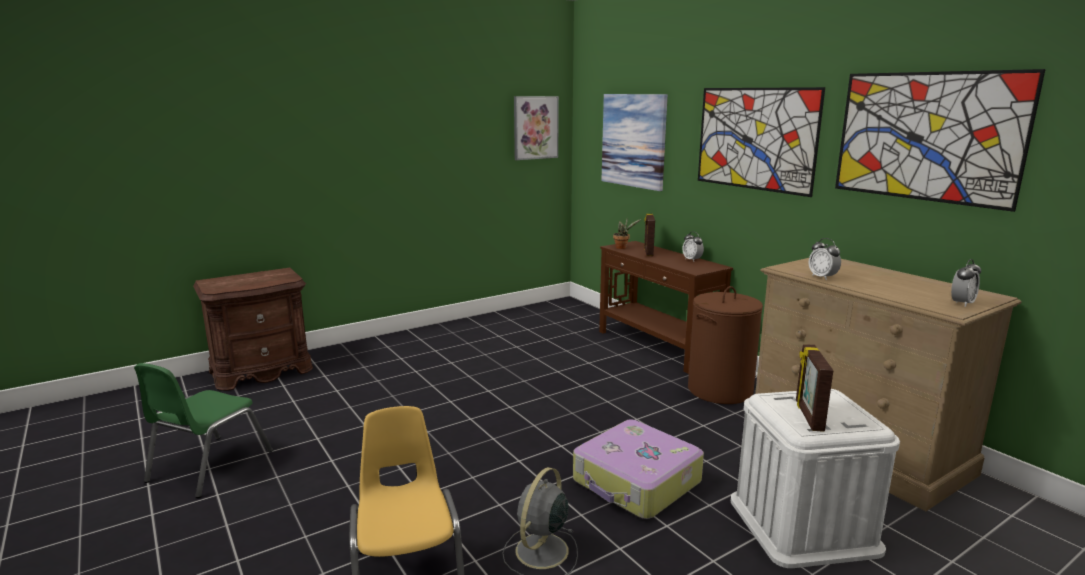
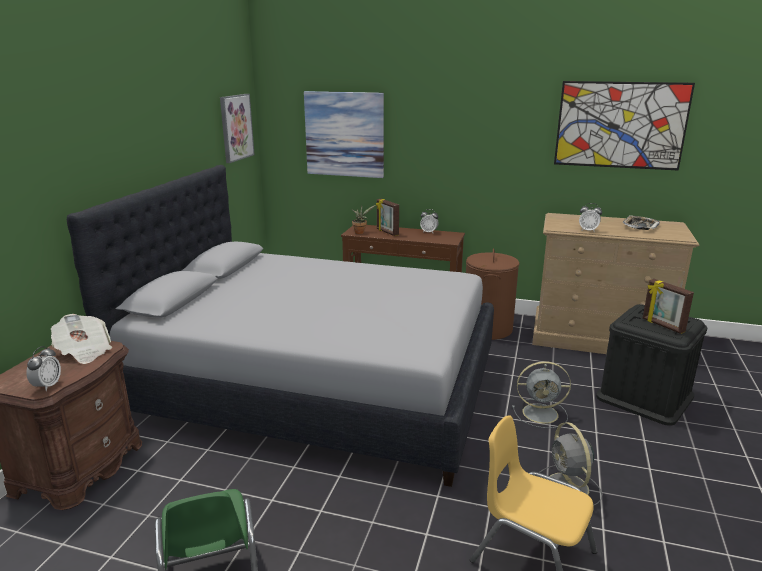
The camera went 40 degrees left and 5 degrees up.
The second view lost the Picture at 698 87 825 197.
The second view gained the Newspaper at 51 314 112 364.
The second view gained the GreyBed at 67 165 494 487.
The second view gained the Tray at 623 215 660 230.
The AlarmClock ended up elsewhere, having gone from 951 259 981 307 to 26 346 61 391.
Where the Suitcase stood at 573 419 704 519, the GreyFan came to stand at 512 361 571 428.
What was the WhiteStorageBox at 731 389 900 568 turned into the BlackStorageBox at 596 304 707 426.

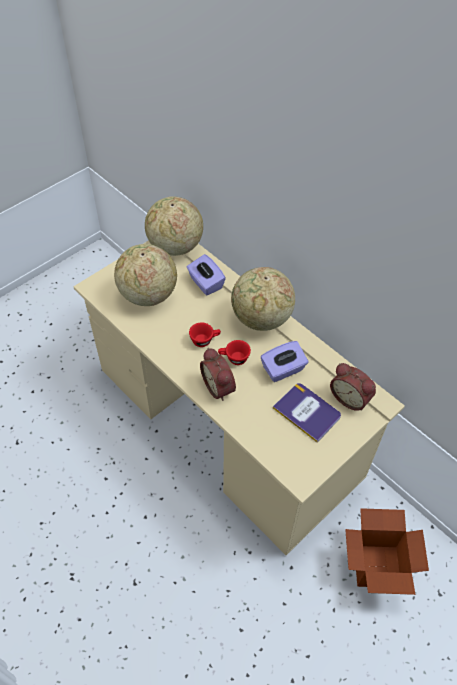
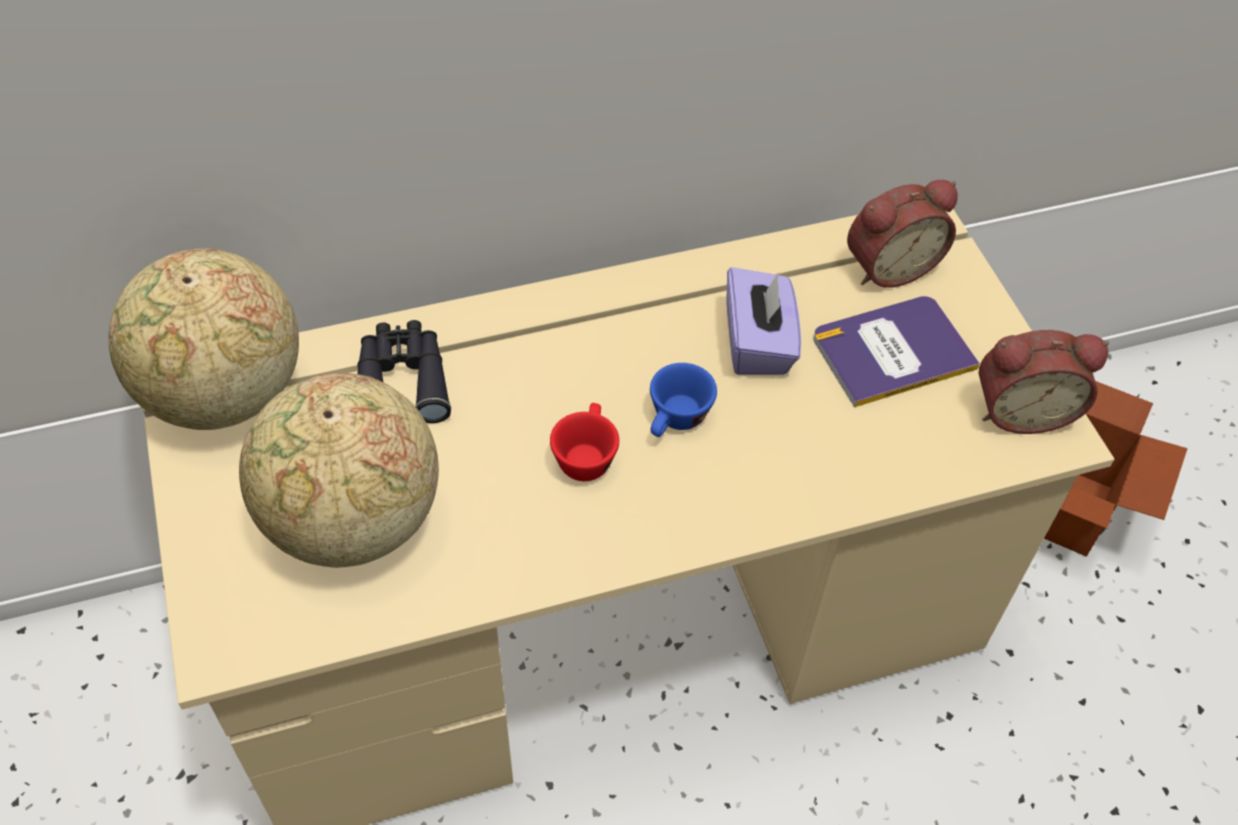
The camera went 65 degrees left and 0 degrees up.
The second view lost the Globe at 231 267 295 331.
The AlarmClock ended up elsewhere, having gone from 200 348 236 401 to 979 330 1109 434.
Where the PurpleTissueBox stood at 187 254 226 295, the BlackBinoculars came to stand at 357 320 451 423.
What was the RedCup at 218 340 251 365 turned into the BlueCup at 650 363 717 437.

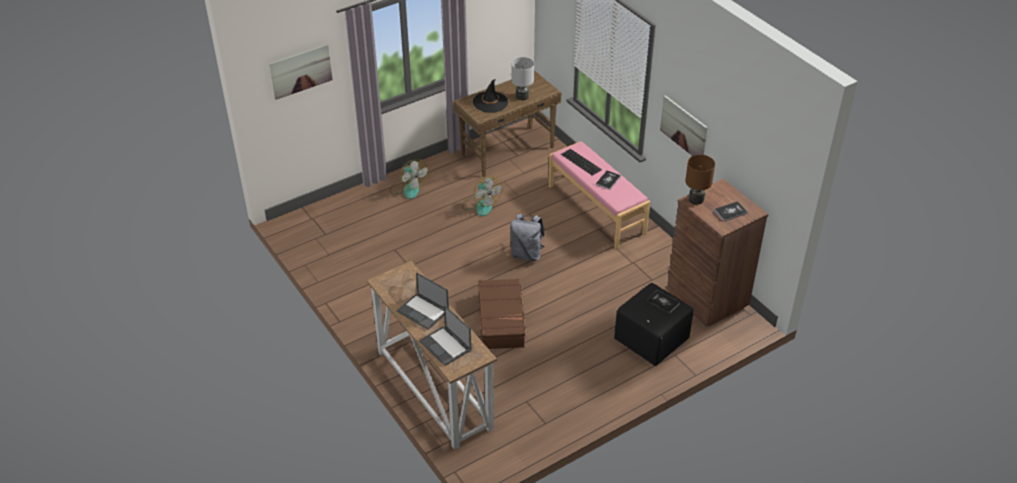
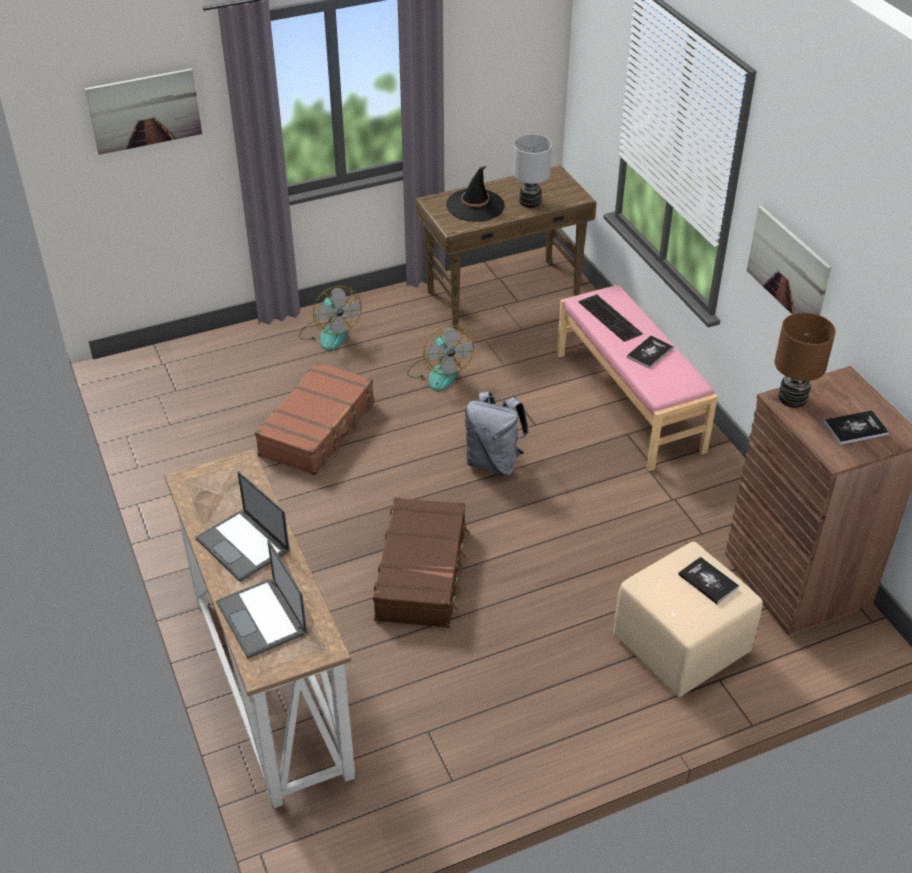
The camera went 10 degrees right and 0 degrees up.
The second view gained the BrownSuitcase at 255 362 374 475.
What was the BlackOttoman at 614 283 693 366 turned into the BeigeOttoman at 613 542 763 697.

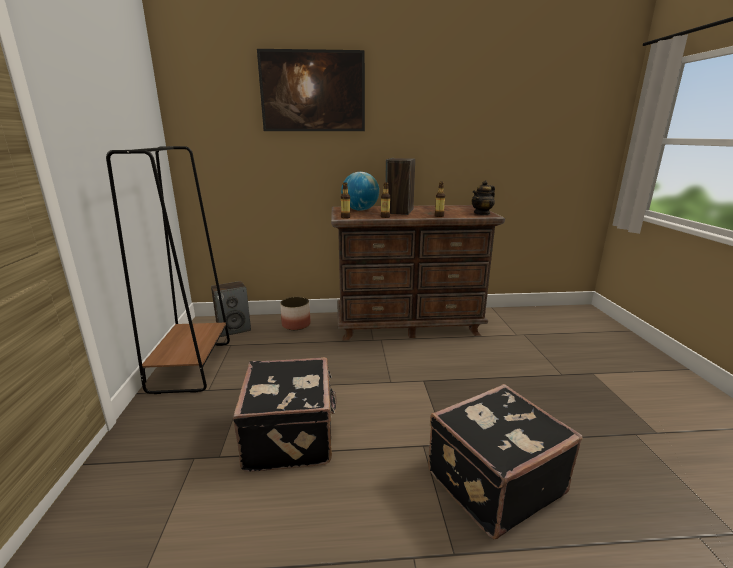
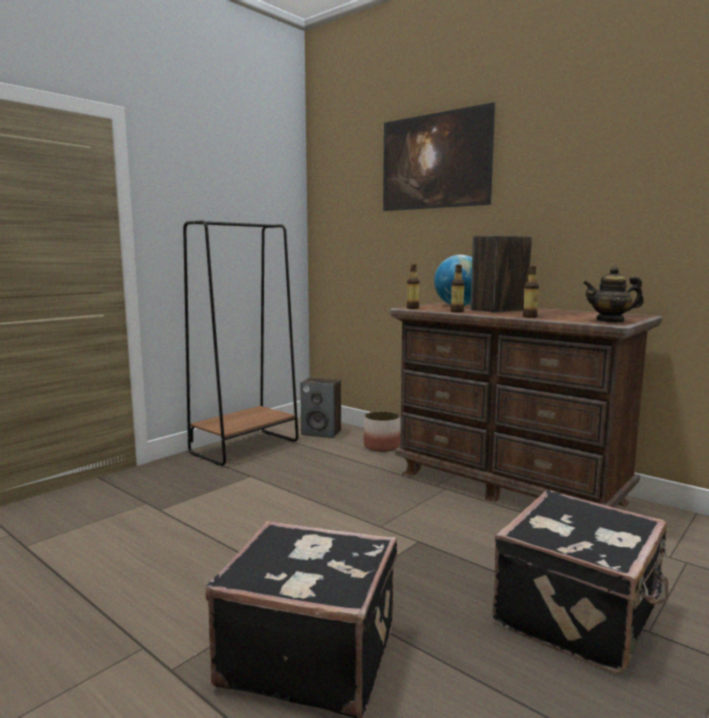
The camera went 45 degrees right and 10 degrees down.
The BlackSuitcase ended up elsewhere, having gone from 233 357 337 472 to 493 490 669 673.

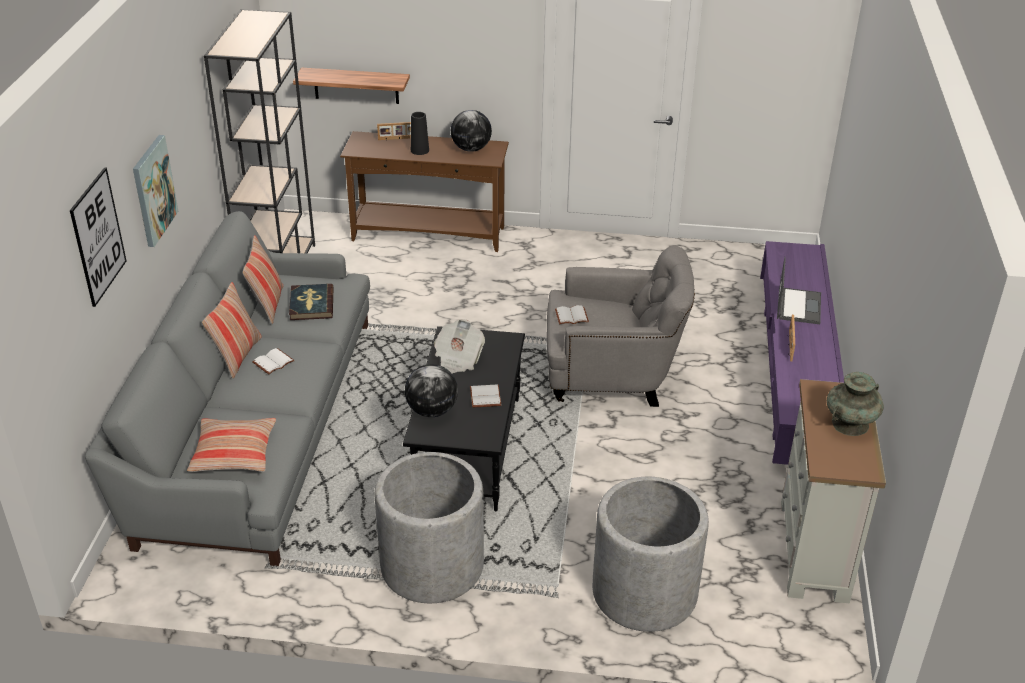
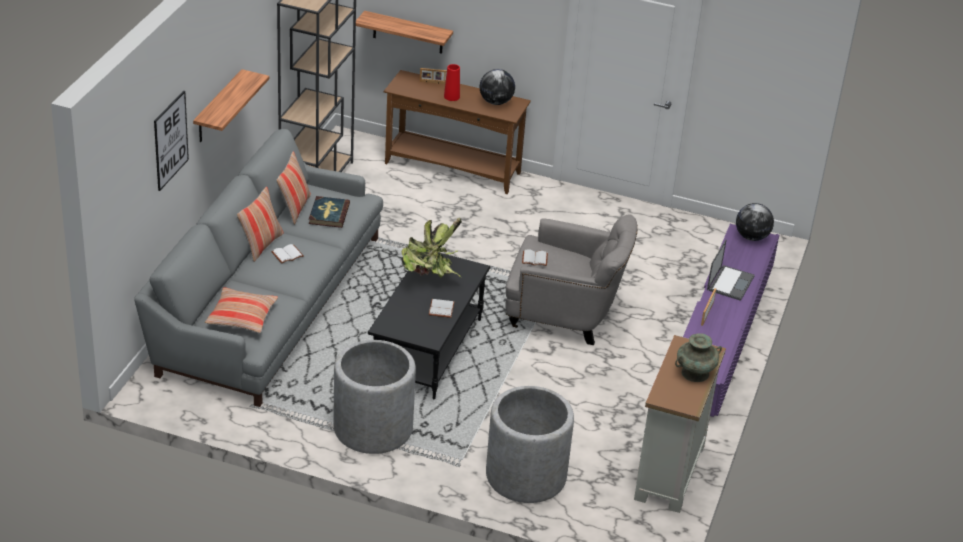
The camera went 10 degrees right and 0 degrees up.
The Globe ended up elsewhere, having gone from 405 364 458 417 to 736 203 774 241.
Where the Picture hung at 133 135 178 247, the Shelf came to hang at 193 69 269 142.
Where the Newspaper stood at 434 319 485 373, the PottedPlant came to stand at 401 218 462 278.
What was the BlackVase at 411 112 429 155 turned into the RedVase at 444 64 460 101.

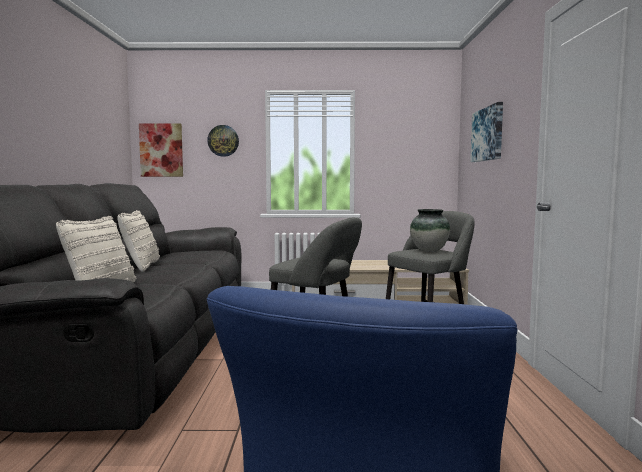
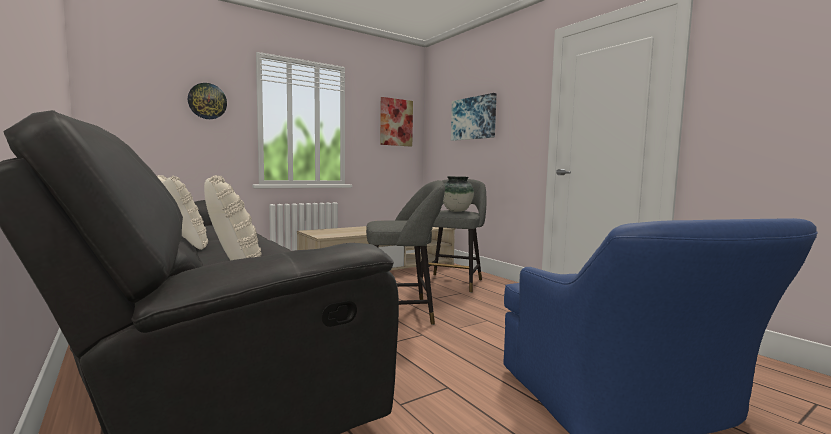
The camera went 35 degrees left and 0 degrees up.
The Picture ended up elsewhere, having gone from 139 123 183 177 to 380 97 413 147.

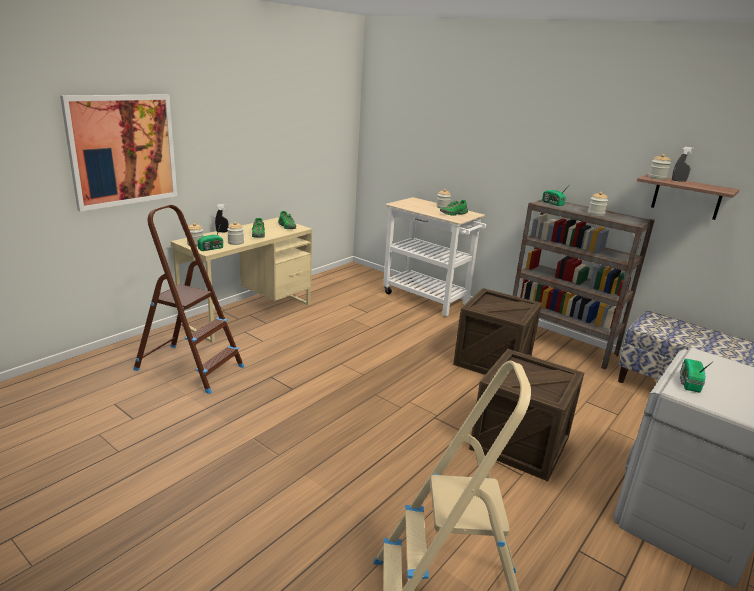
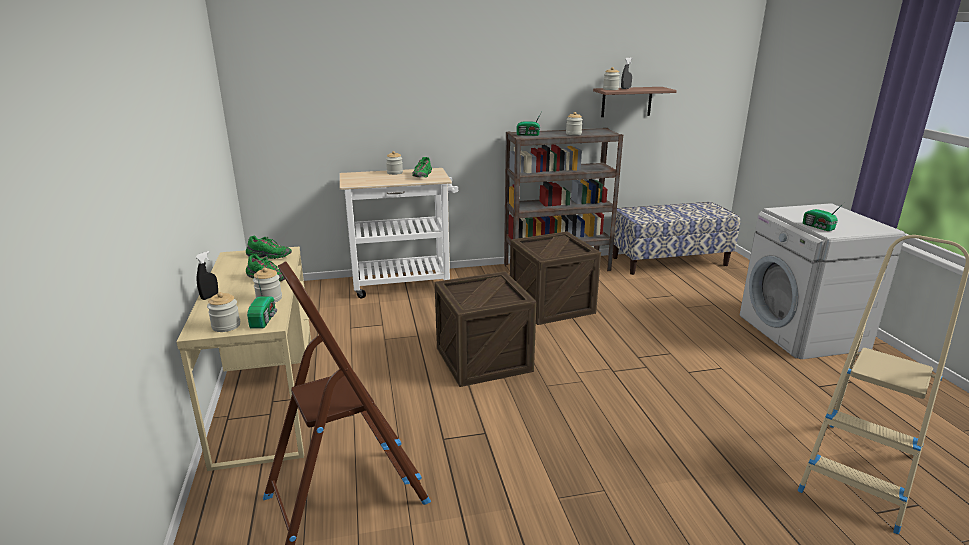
The camera went 50 degrees left and 0 degrees up.
The second view lost the Picture at 60 94 177 212.
The Crate ended up elsewhere, having gone from 469 349 584 481 to 435 271 537 387.

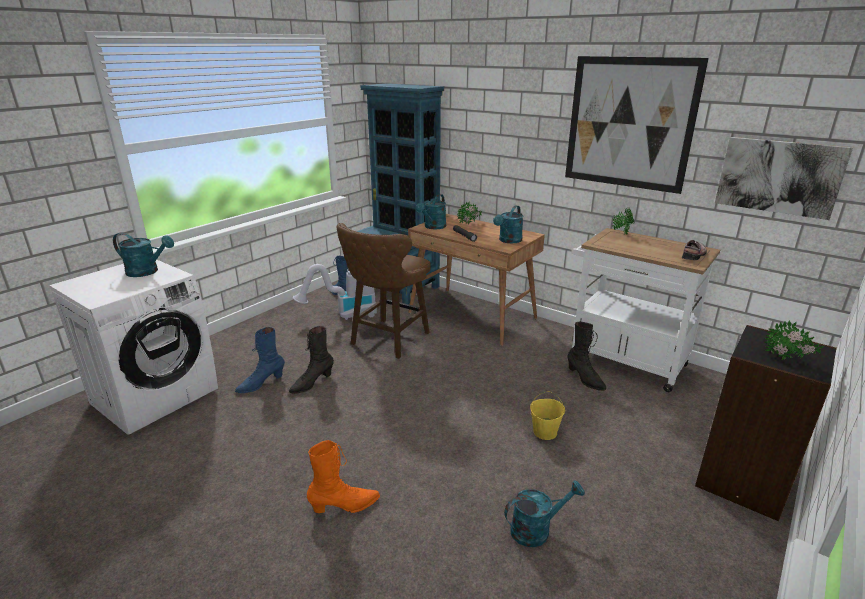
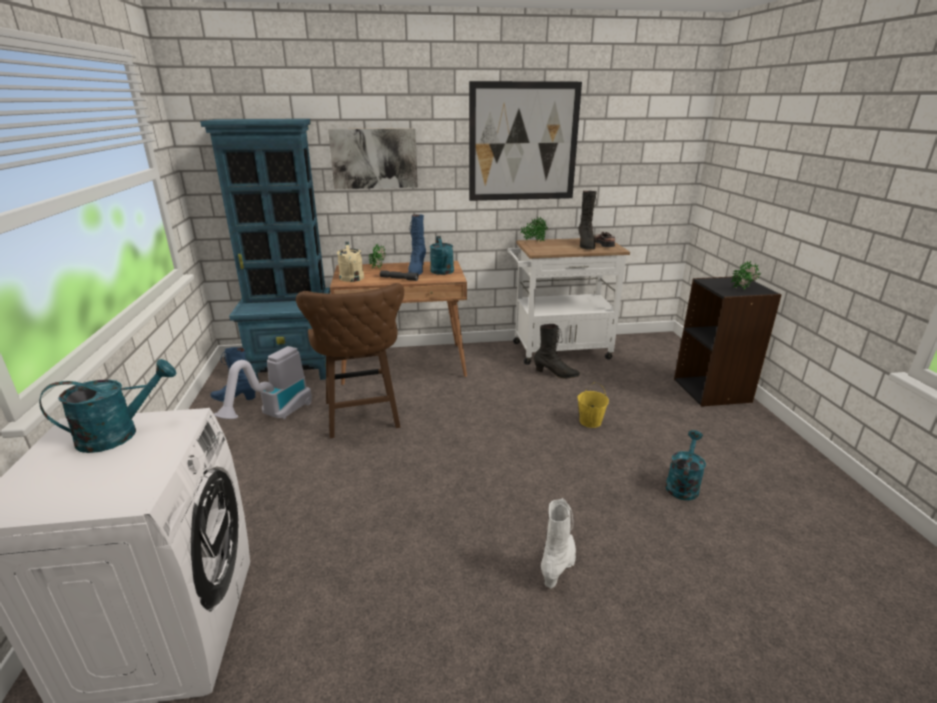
The camera went 45 degrees left and 0 degrees up.
The BlueBoot ended up elsewhere, having gone from 235 327 285 393 to 408 214 426 275.
The BlackBoot ended up elsewhere, having gone from 289 326 334 394 to 579 191 597 250.
The Picture ended up elsewhere, having gone from 715 137 853 220 to 328 128 418 189.
What was the OrangeBoot at 307 440 380 513 turned into the WhiteBoot at 541 498 576 588.
What was the TurquoiseWateringCan at 416 194 446 229 turned into the BeigeWateringCan at 337 242 364 282.

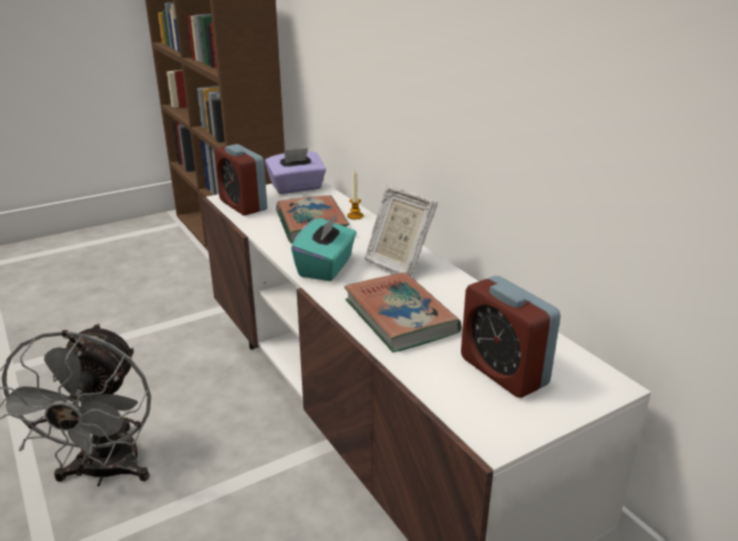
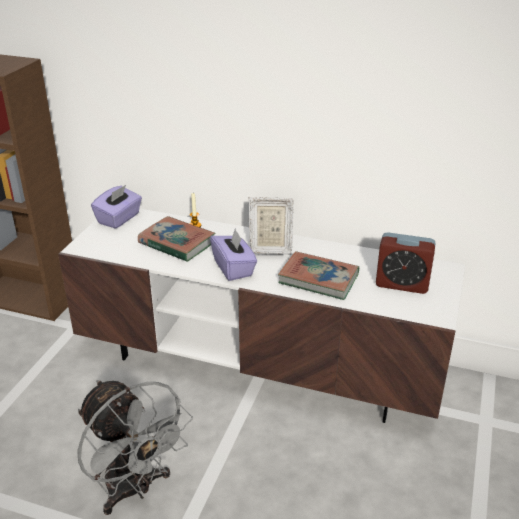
The camera went 40 degrees left and 5 degrees up.
The second view lost the AlarmClock at 214 144 267 215.
What was the TurquoiseTissueBox at 291 213 357 281 turned into the PurpleTissueBox at 210 229 257 281.

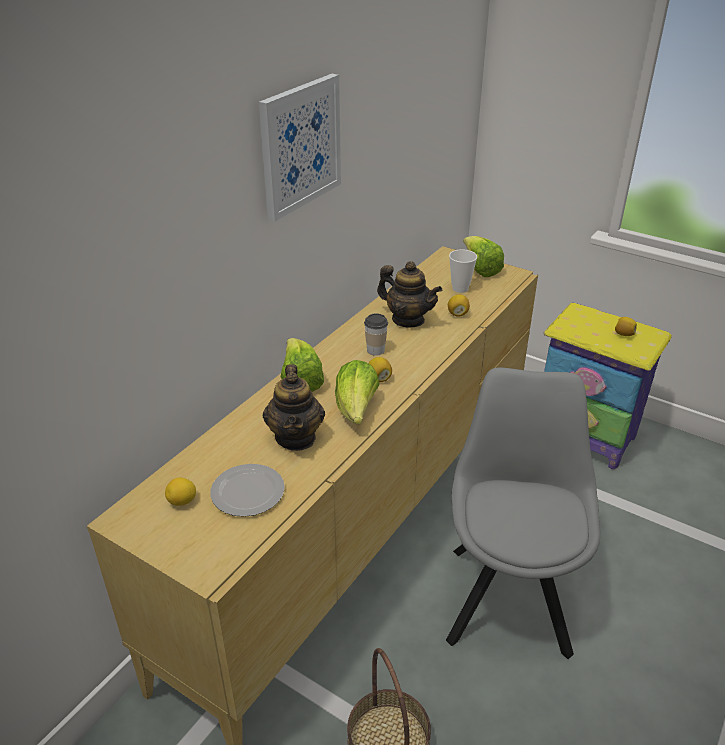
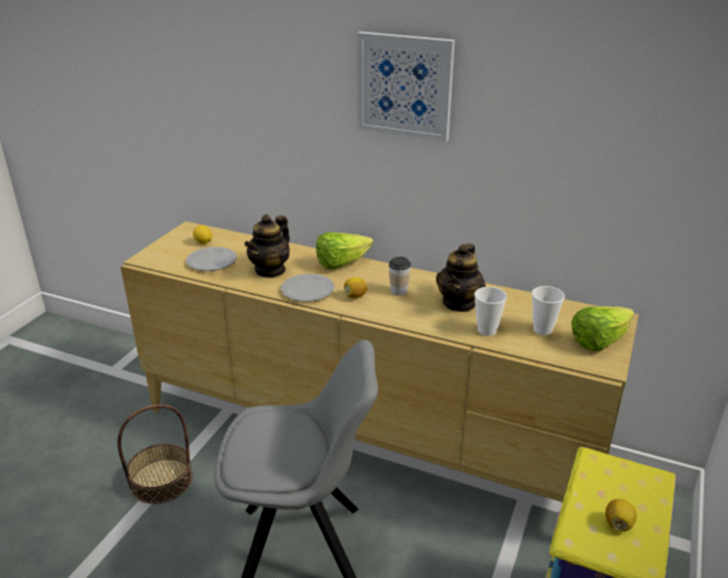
The camera went 80 degrees right and 5 degrees down.
Where the Lettuce stood at 335 360 380 424, the Plate came to stand at 281 274 334 302.
Where the Lemon stood at 448 294 470 317, the Cup came to stand at 475 287 507 336.
The Teapot at 263 364 325 451 ended up facing another way, 45 degrees counterclockwise from before.

